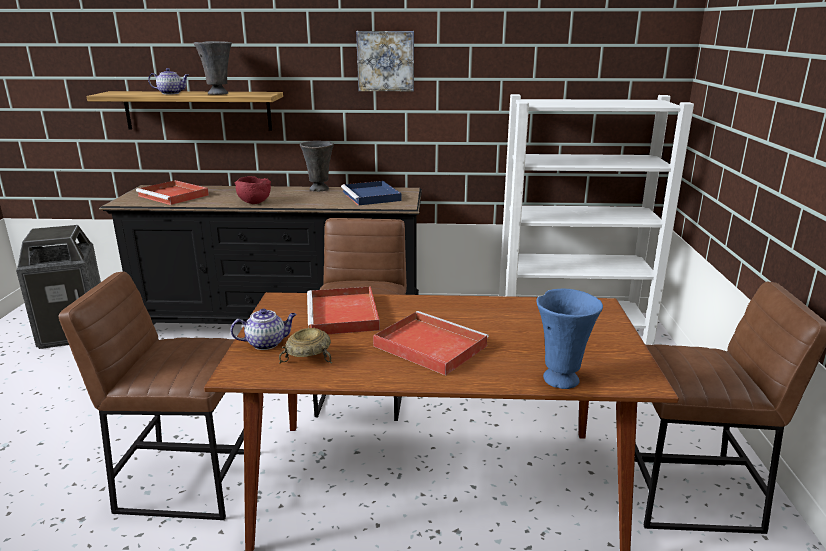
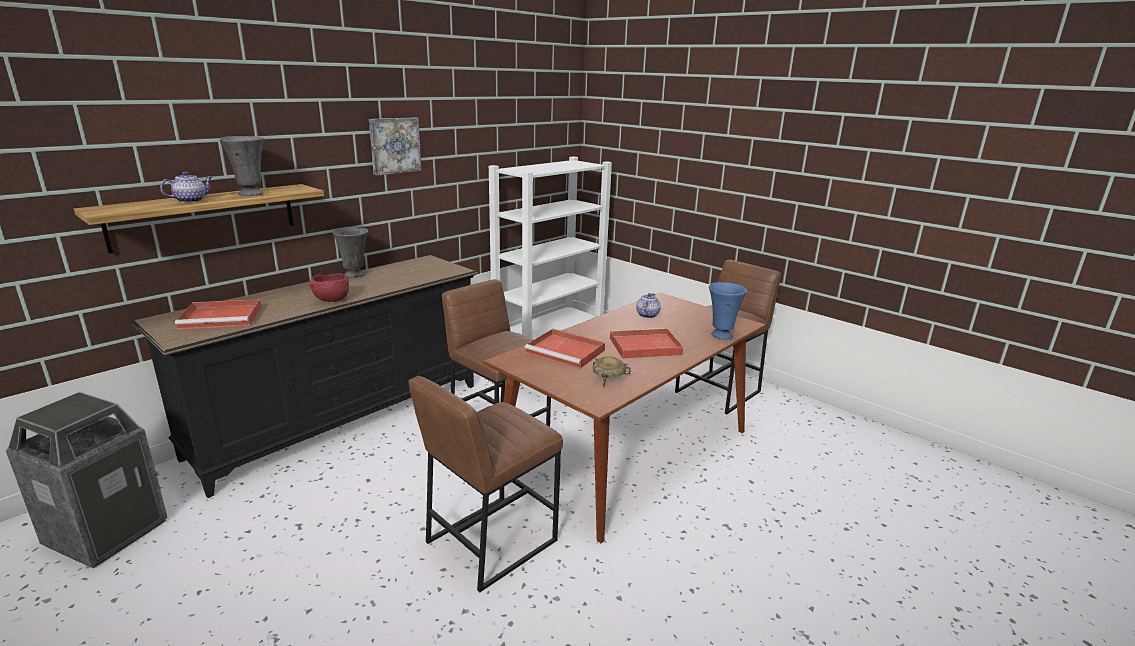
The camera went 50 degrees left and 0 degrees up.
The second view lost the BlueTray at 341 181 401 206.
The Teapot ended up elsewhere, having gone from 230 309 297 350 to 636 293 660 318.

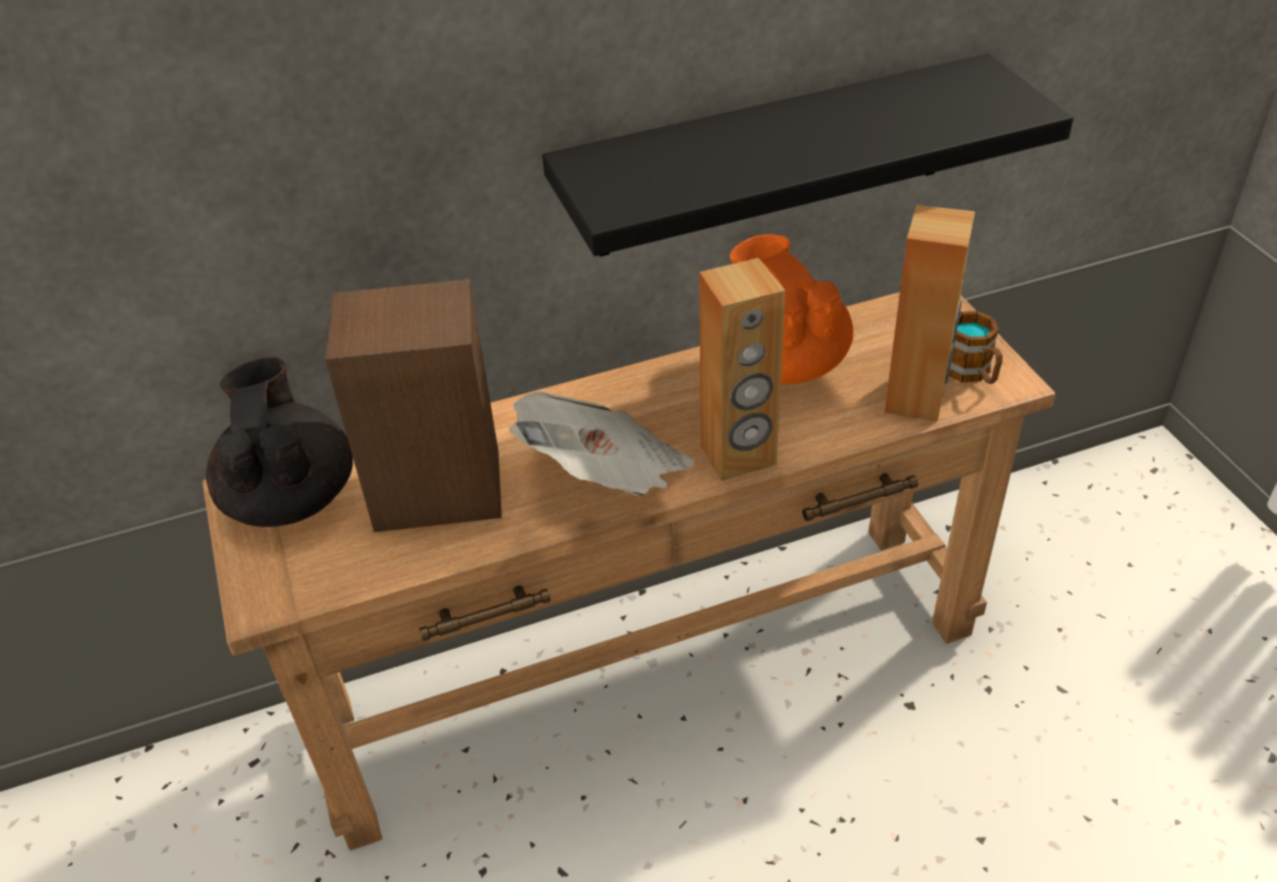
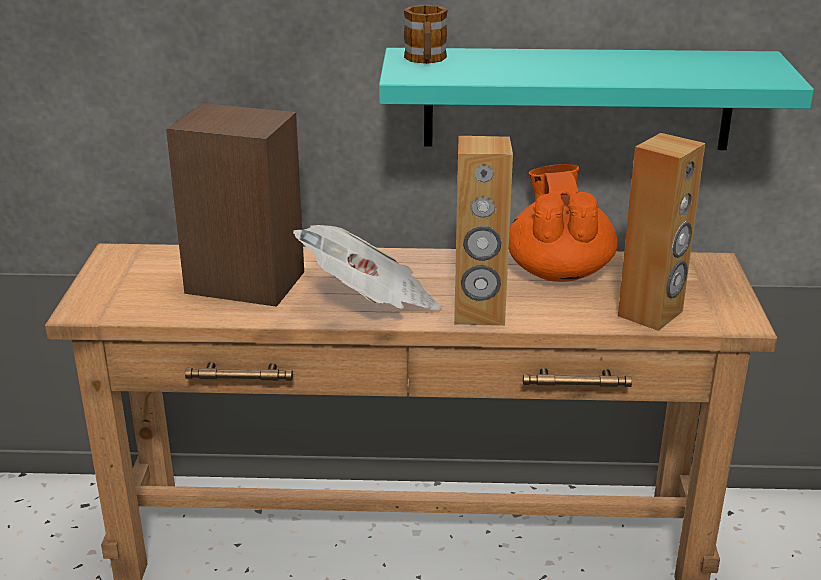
The camera went 20 degrees right and 15 degrees down.
The second view lost the BlackTeapot at 206 357 353 527.
The Mug ended up elsewhere, having gone from 949 311 1002 384 to 404 4 447 64.
What was the BlackShelf at 542 53 1073 257 turned into the TurquoiseShelf at 379 48 814 150.

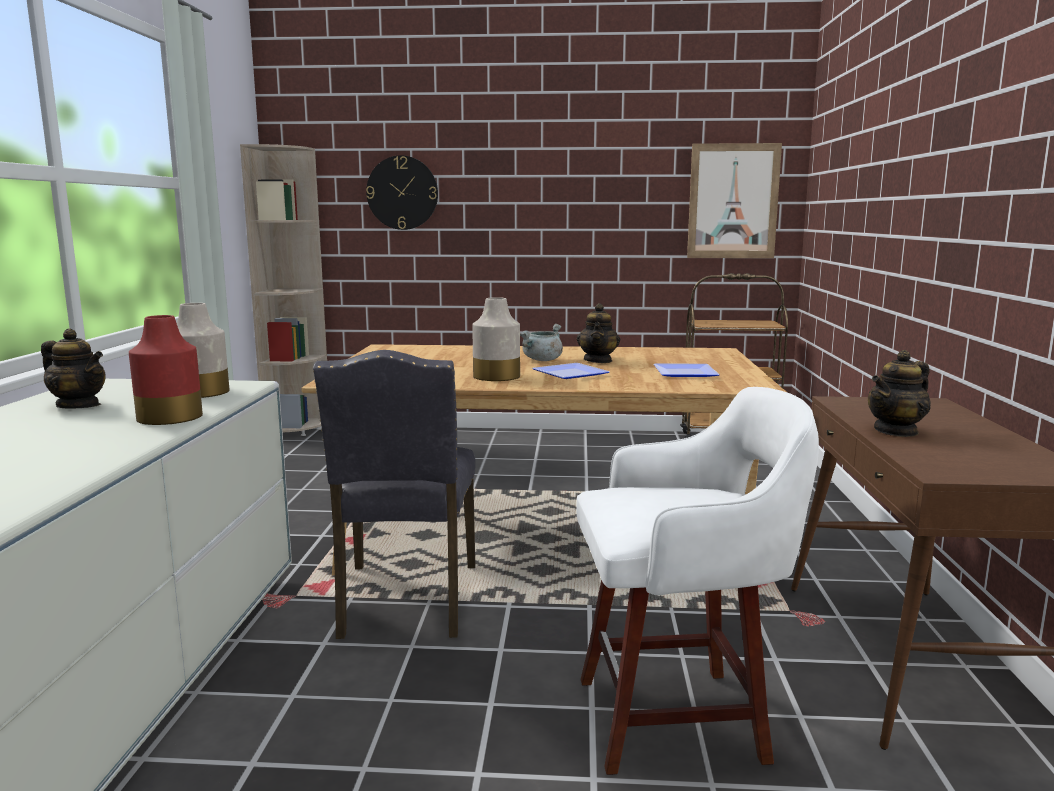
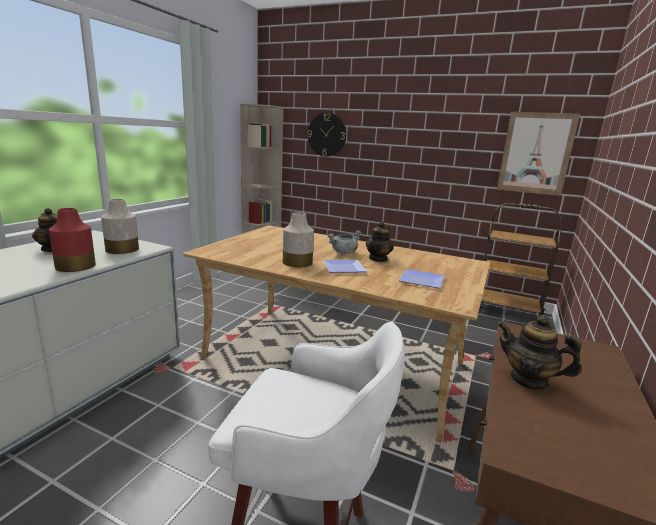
The camera went 20 degrees right and 5 degrees up.
The second view lost the GreyChair at 313 350 476 639.
The Teapot at 868 350 931 437 ended up facing another way, 45 degrees clockwise from before.

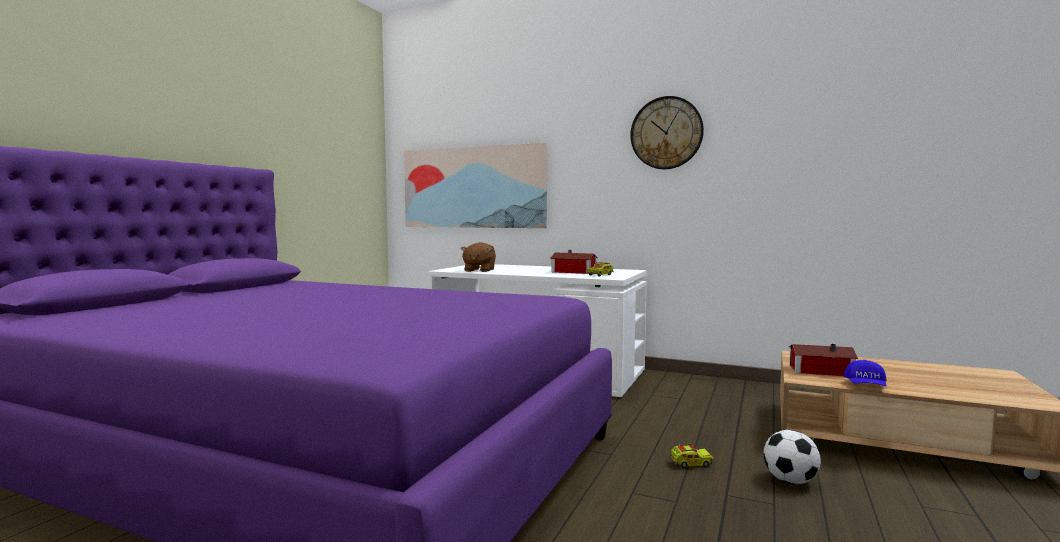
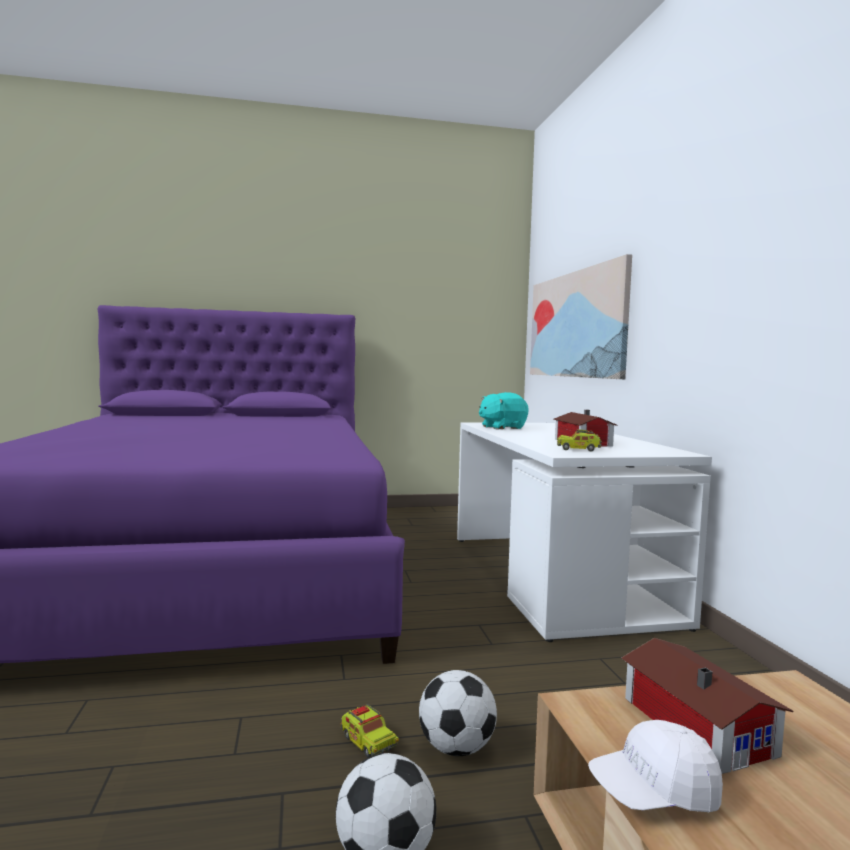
The camera went 55 degrees right and 0 degrees up.
The second view lost the WallClock at 630 96 704 169.
The second view gained the Football at 419 670 497 756.
What was the BrownPlushToy at 461 242 496 272 turned into the TurquoisePlushToy at 479 392 529 429.
What was the BlueCap at 844 360 887 386 turned into the WhiteCap at 588 720 723 812.

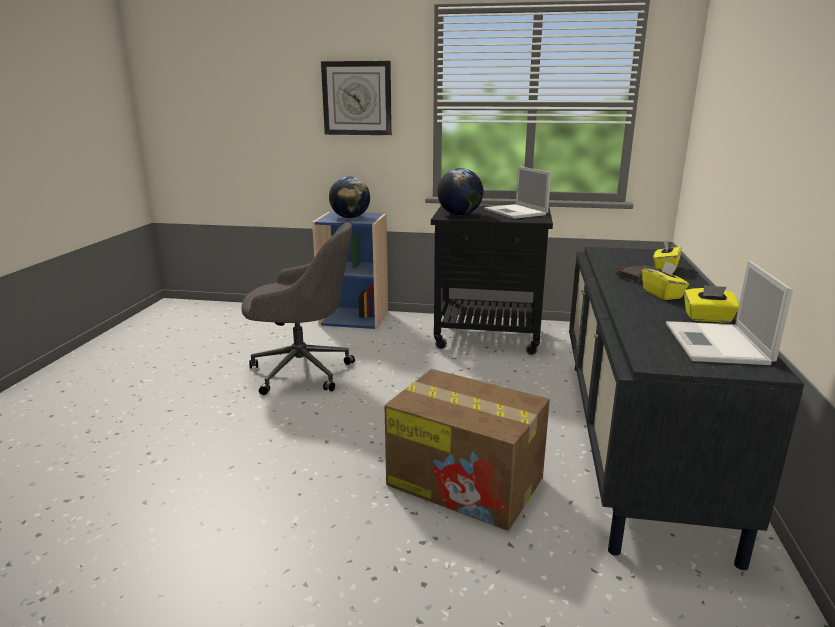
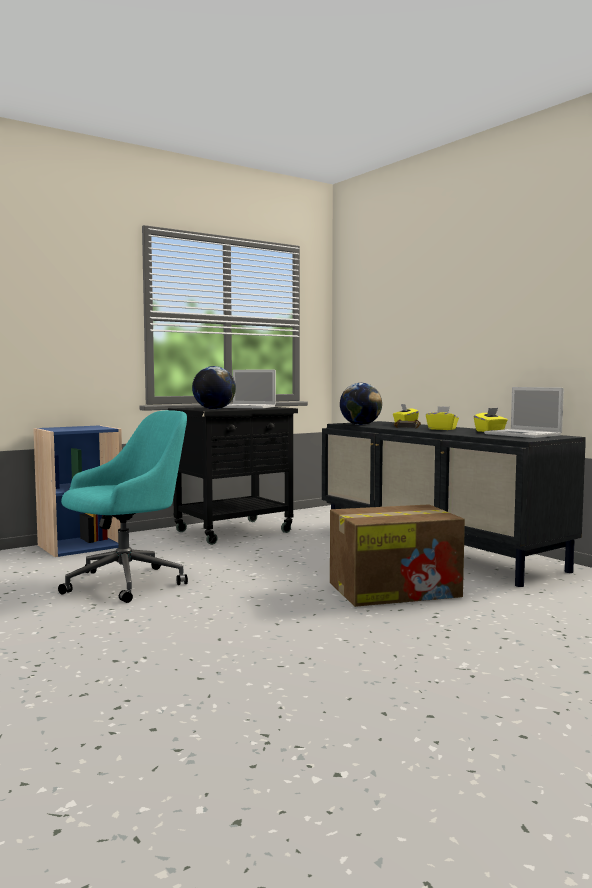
The camera went 45 degrees left and 15 degrees down.
The second view lost the WallClock at 321 61 392 135.
The Globe ended up elsewhere, having gone from 329 176 370 218 to 340 383 382 425.
What was the GreyOfficeChair at 242 222 355 395 turned into the TurquoiseOfficeChair at 58 410 188 603.

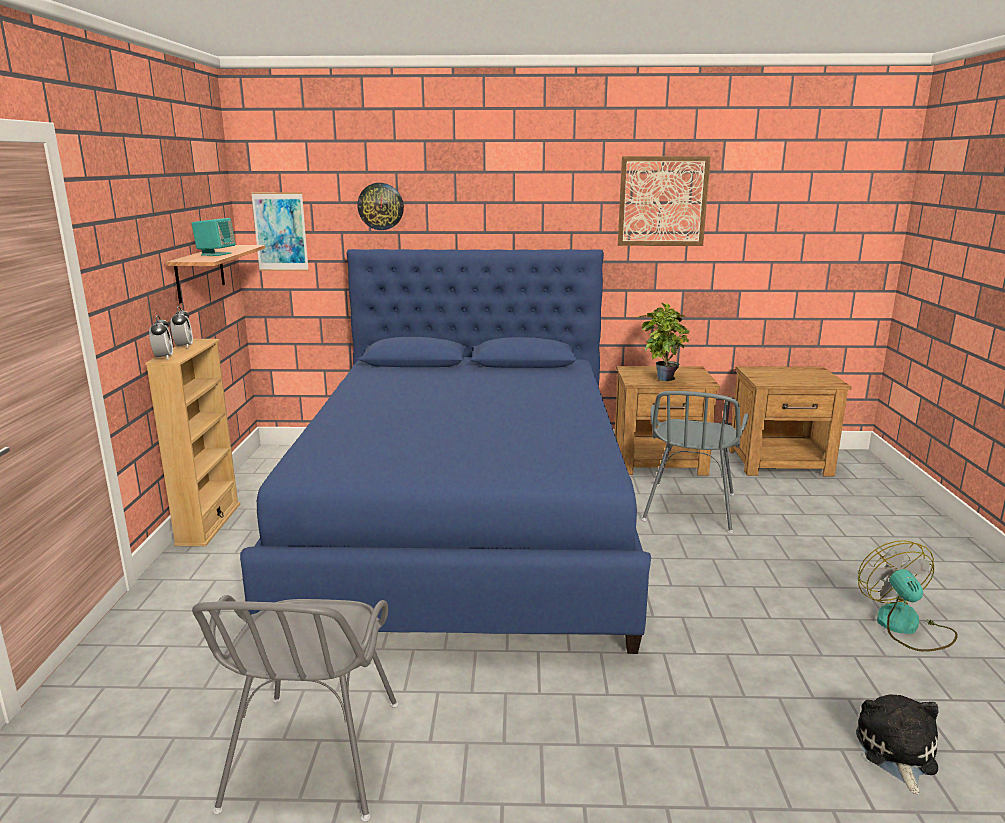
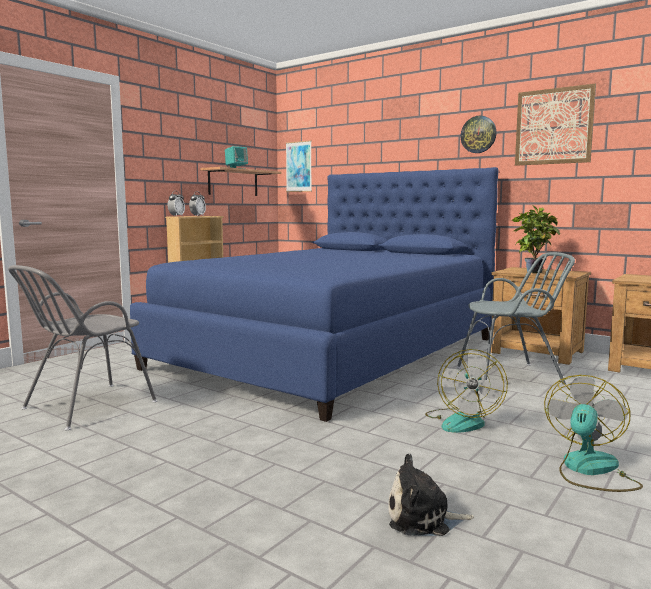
The camera went 35 degrees right and 10 degrees down.
The second view gained the Fan at 425 349 508 433.
The WallClock ended up elsewhere, having gone from 357 183 404 230 to 461 116 496 153.
The GreyChair at 641 391 749 534 ended up facing another way, 150 degrees counterclockwise from before.
The PlushToy at 856 695 938 795 ended up facing another way, 135 degrees counterclockwise from before.

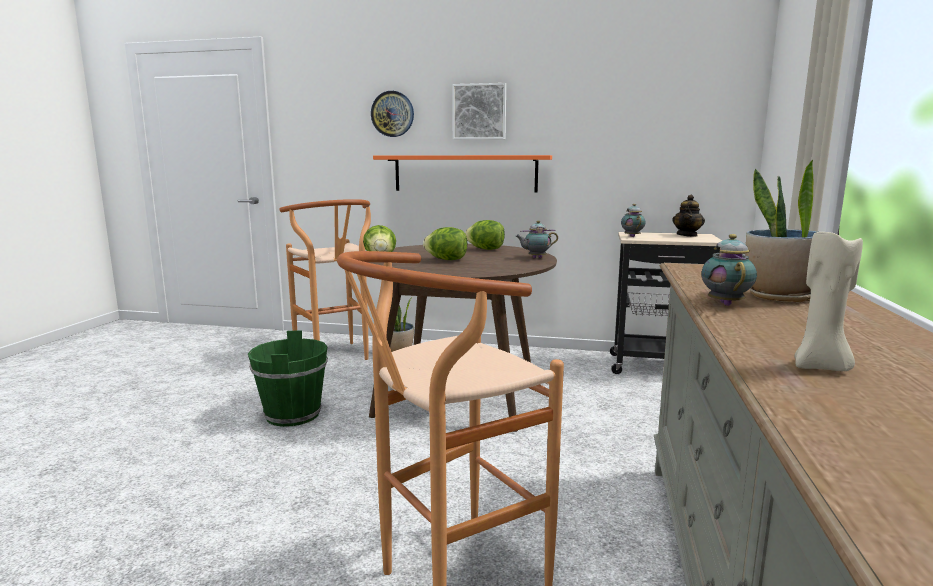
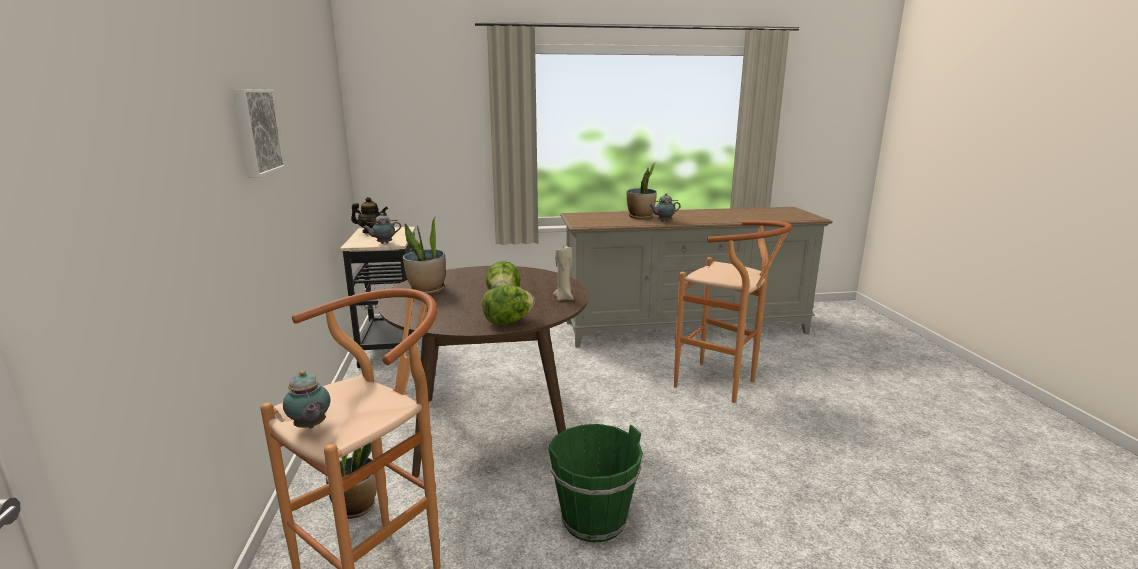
The camera went 110 degrees left and 5 degrees up.
The second view lost the WallClock at 371 91 414 137.
The second view lost the OrangeShelf at 373 155 552 192.
The Teapot ended up elsewhere, having gone from 515 220 558 258 to 283 371 330 428.
The BeigeCandle ended up elsewhere, having gone from 794 229 863 371 to 553 245 574 301.
Where the Lettuce stood at 465 220 505 250, the PottedPlant came to stand at 403 218 446 294.

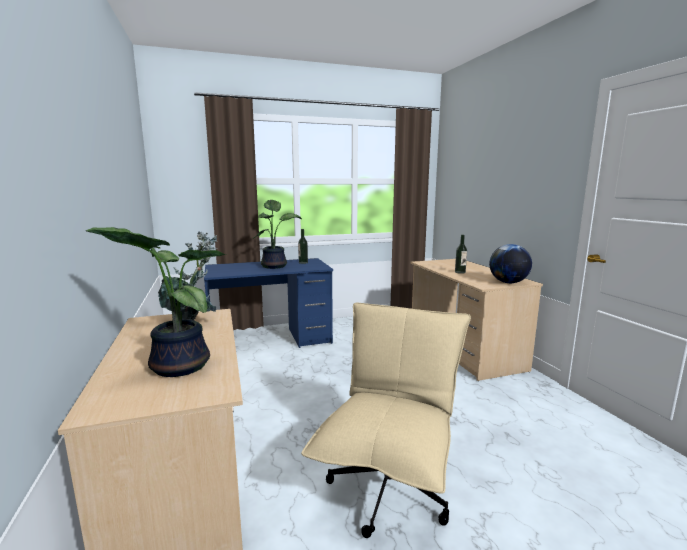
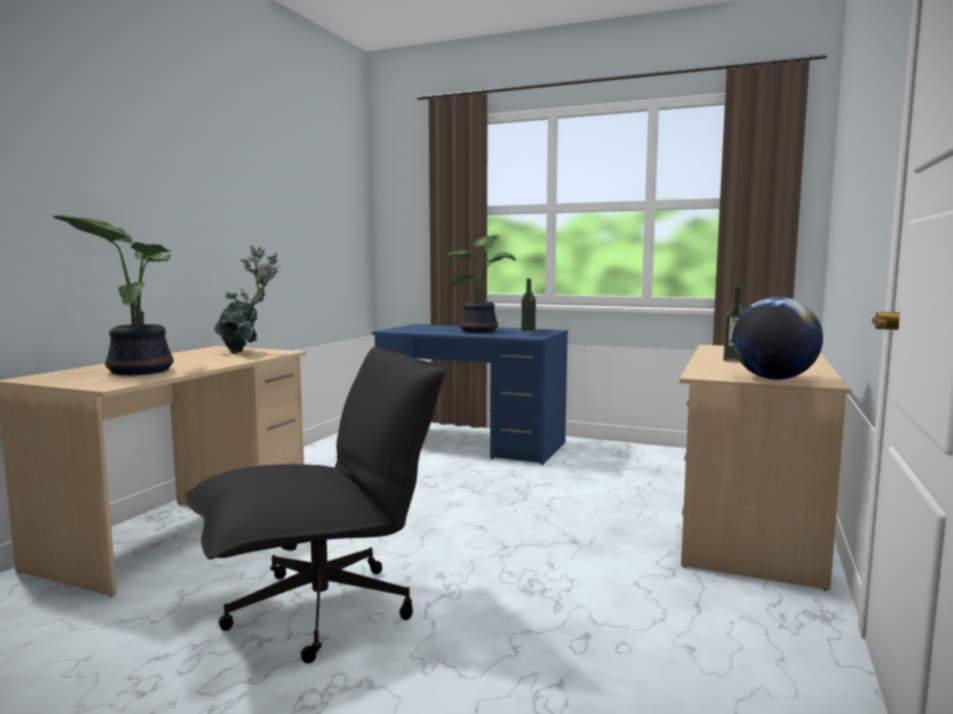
The camera went 40 degrees right and 5 degrees down.
What was the BeigeOfficeChair at 301 303 471 538 turned into the BlackOfficeChair at 185 347 447 664.

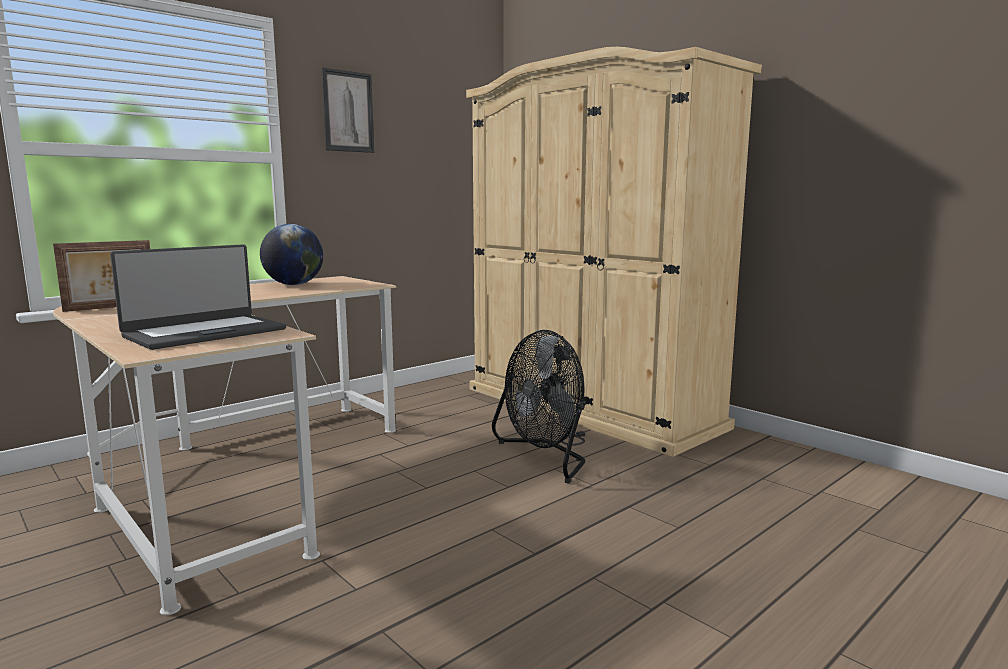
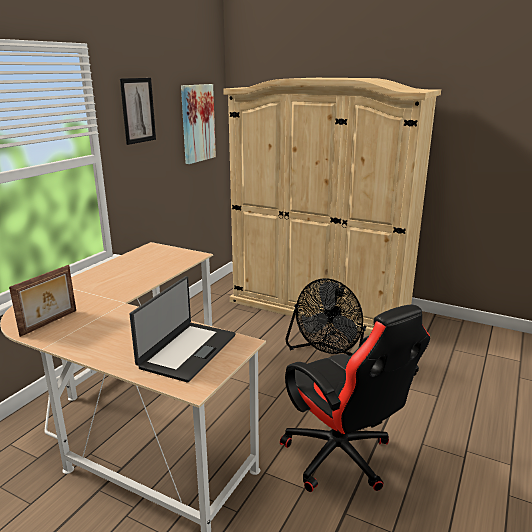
The camera went 20 degrees left and 10 degrees up.
The second view lost the Globe at 260 224 323 285.
The second view gained the Picture at 181 84 216 164.
The second view gained the BlackOfficeChair at 280 305 430 492.

